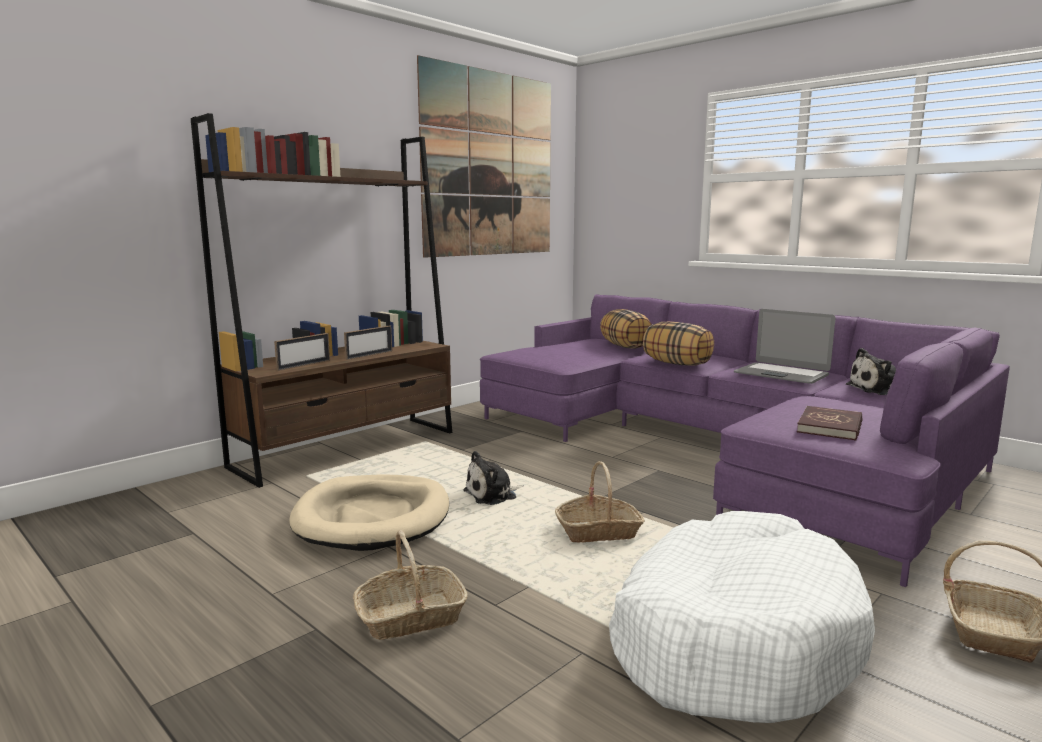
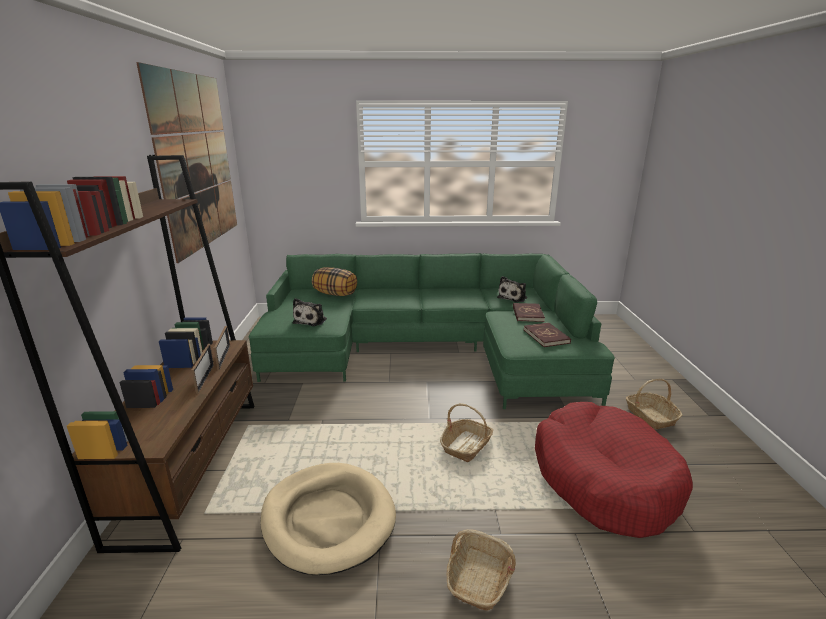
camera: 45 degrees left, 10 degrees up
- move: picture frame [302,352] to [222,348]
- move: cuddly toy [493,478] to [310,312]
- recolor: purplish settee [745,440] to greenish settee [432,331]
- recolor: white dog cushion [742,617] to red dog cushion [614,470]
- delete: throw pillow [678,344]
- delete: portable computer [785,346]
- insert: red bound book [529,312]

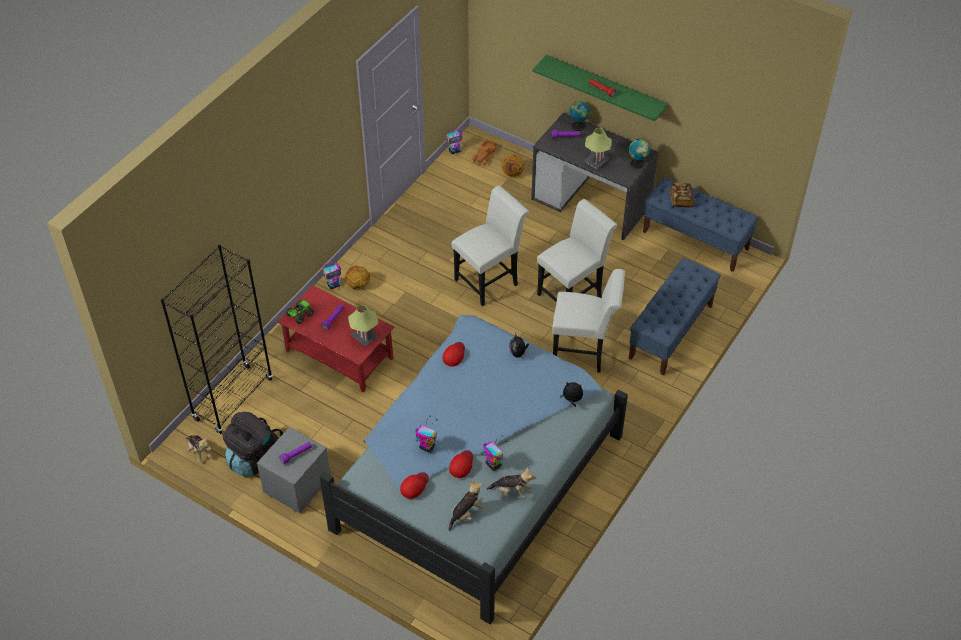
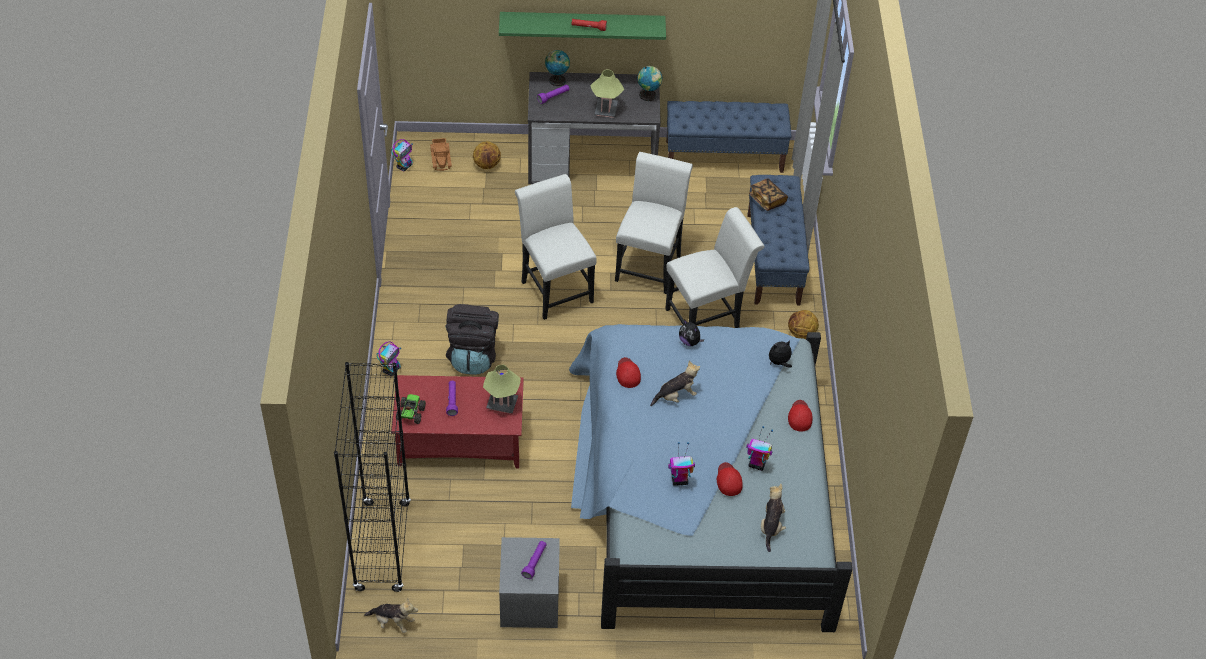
camera: 35 degrees left, 0 degrees up
- move: blackish knapsack [253,444] to [472,339]
- move: basketball ball [357,277] to [803,324]
- move: red cap [414,485] to [800,415]
- rotate: white chair [490,246] = [556,247] 45 degrees counterclockwise
- move: cuddly toy [511,482] to [675,383]
- move: bound book [682,195] to [768,194]

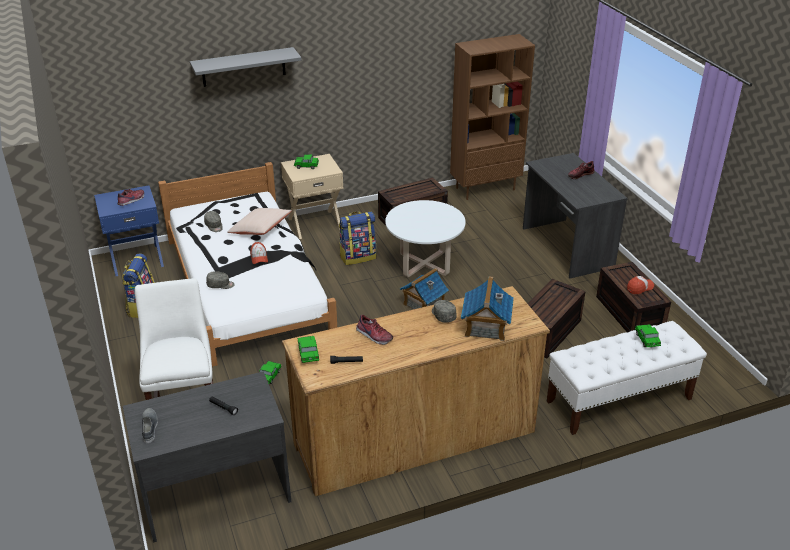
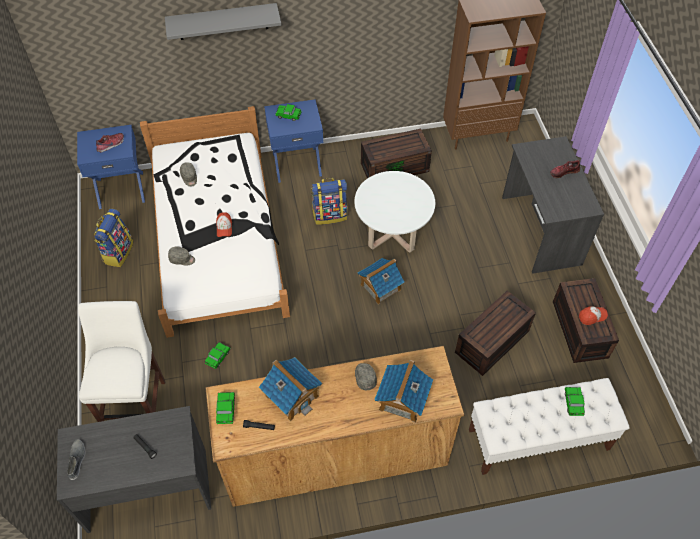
camera: 10 degrees right, 20 degrees up
- delete: sand-coloured throw pillow [259,221]
- recolor: sand-coloured night table [312,196] to blue-coloured night table [294,141]
- replace: item of footwear [374,330] to model house [290,389]

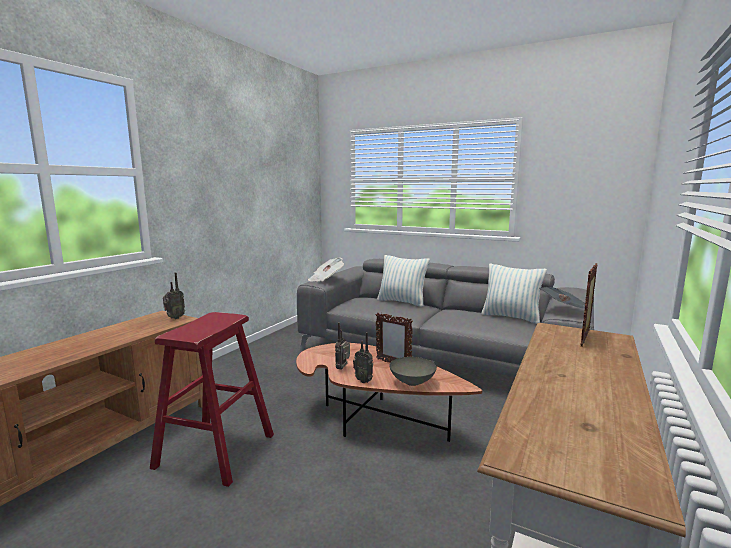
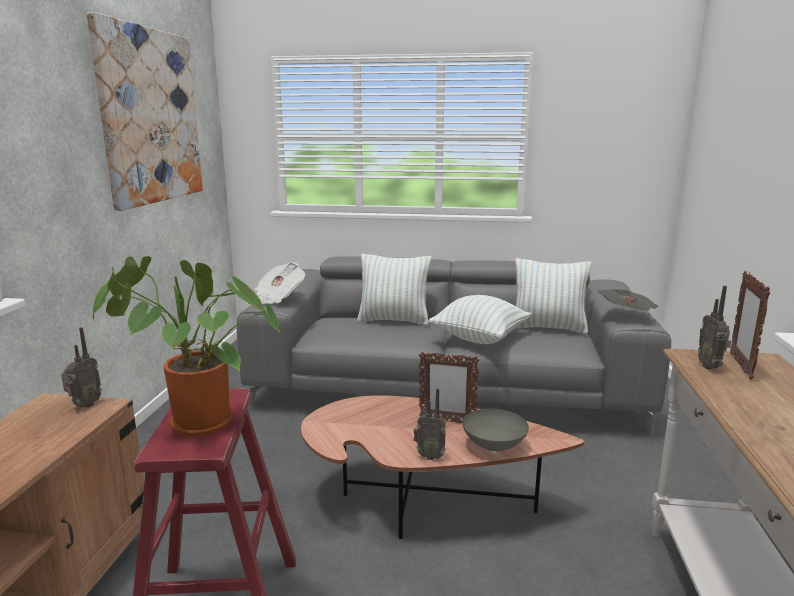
camera: 20 degrees left, 5 degrees up
- move: radio receiver [342,346] to [714,327]
- insert: picture [145,111]
- insert: potted plant [186,346]
- insert: throw pillow [479,319]

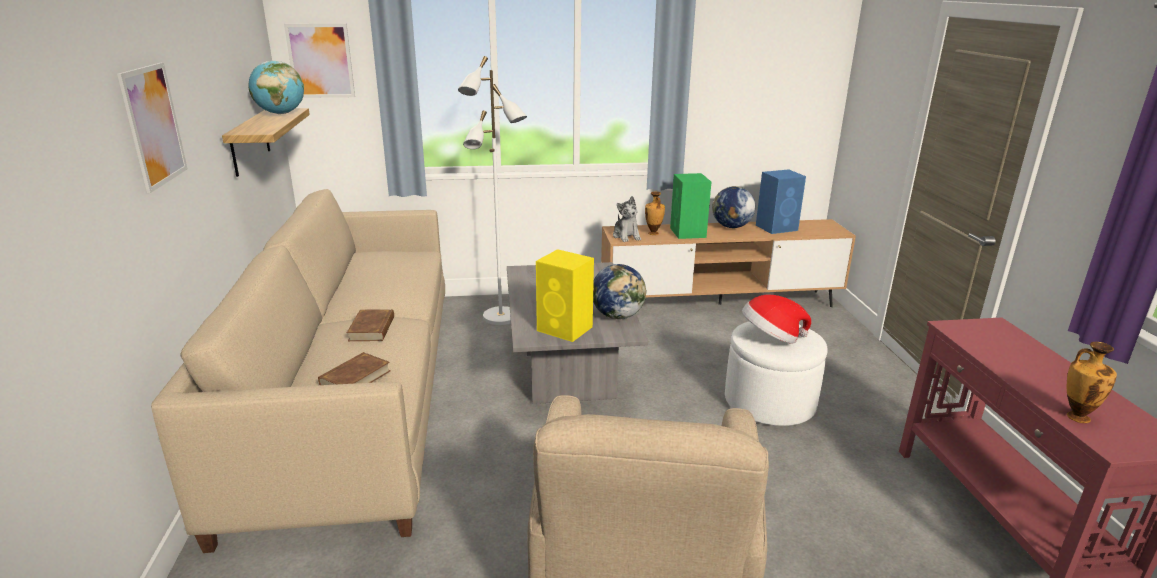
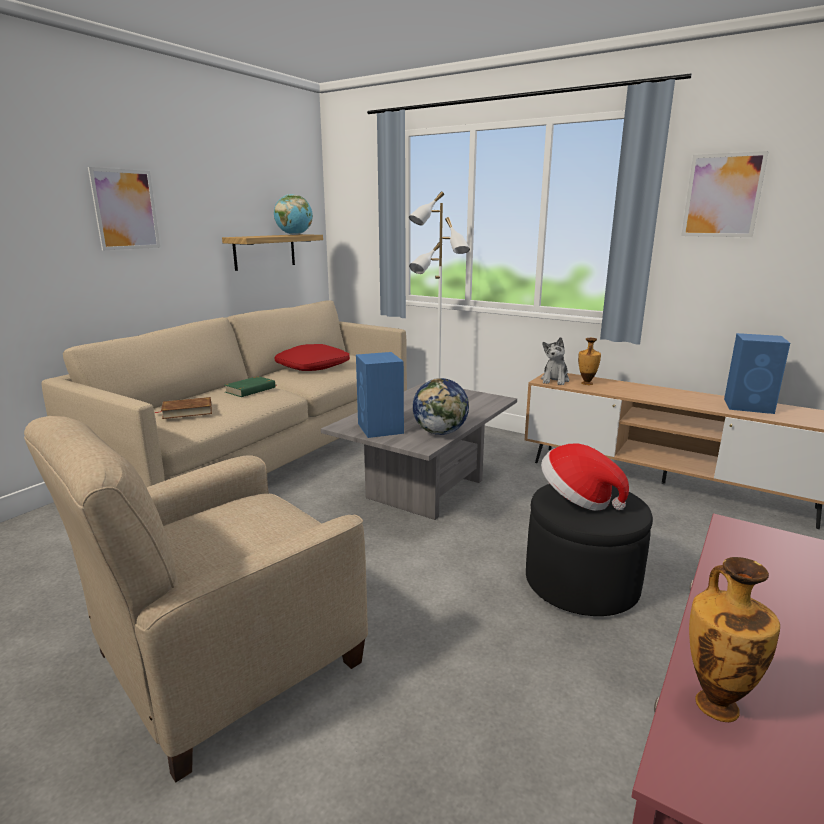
camera: 40 degrees right, 5 degrees down
- move: picture [319,61] to [725,194]
- recolor: brown bound book [370,325] to greenish bound book [250,386]
- recolor: yellowish loudspeaker [565,295] to blue-coloured loudspeaker [380,395]
- delete: greenish loudspeaker [690,206]
- delete: globe [733,207]
- recolor: white pouffe [776,373] to blackish pouffe [589,550]
- insert: red throw pillow [312,357]

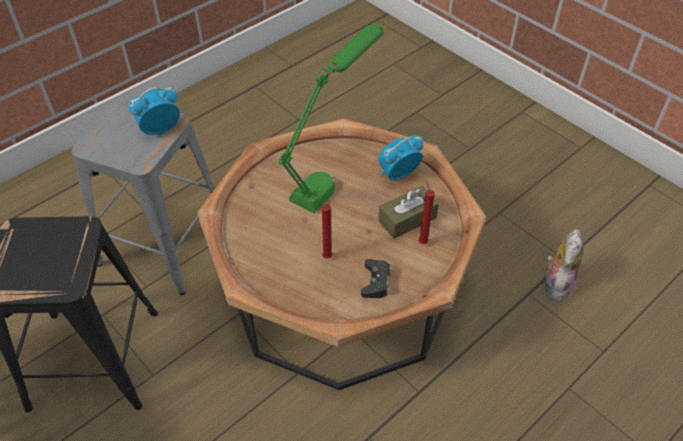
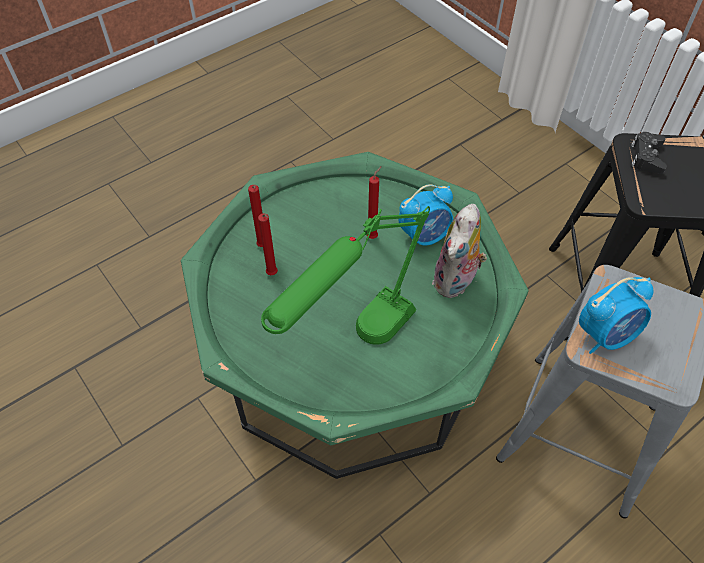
camera: 175 degrees left, 5 degrees up
- recolor: brown coffee table [342,254] to greenish coffee table [355,315]
- move: blackish game controller [376,278] to [649,153]
- move: table clock [400,157] to [425,215]
- replace: brown box of tissues [408,212] to red wax light [268,244]
- move: cuddly toy [564,265] to [459,251]

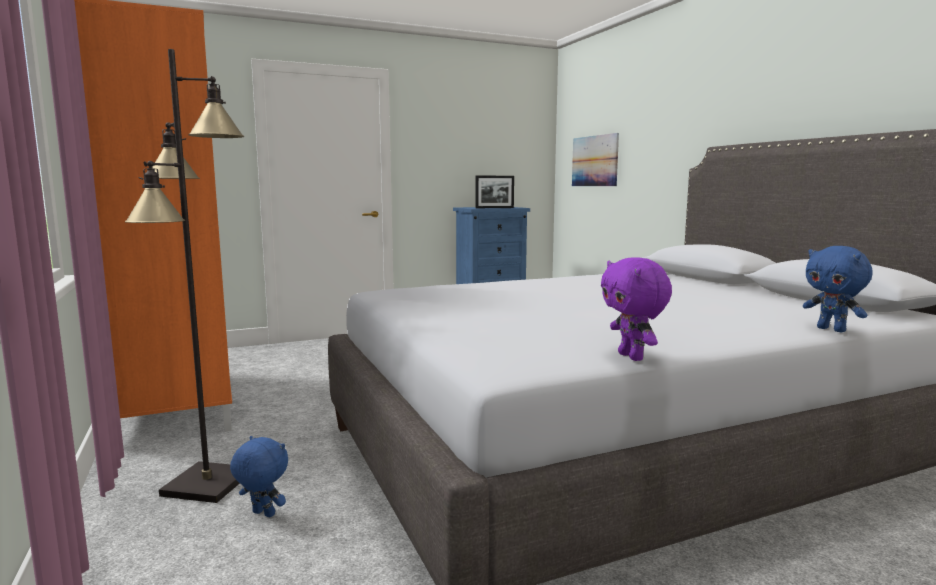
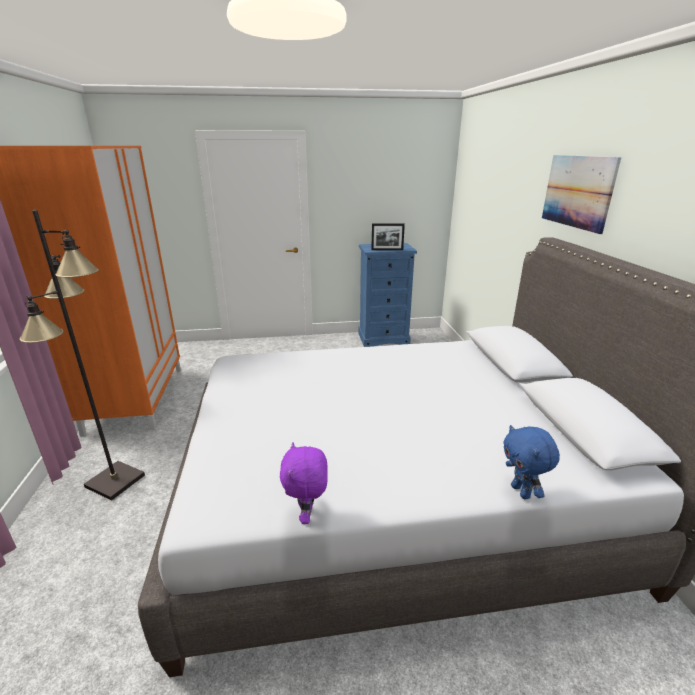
camera: 15 degrees right, 15 degrees up
- delete: blue-coloured cuddly toy [259,476]
- move: picture [595,159] to [581,194]

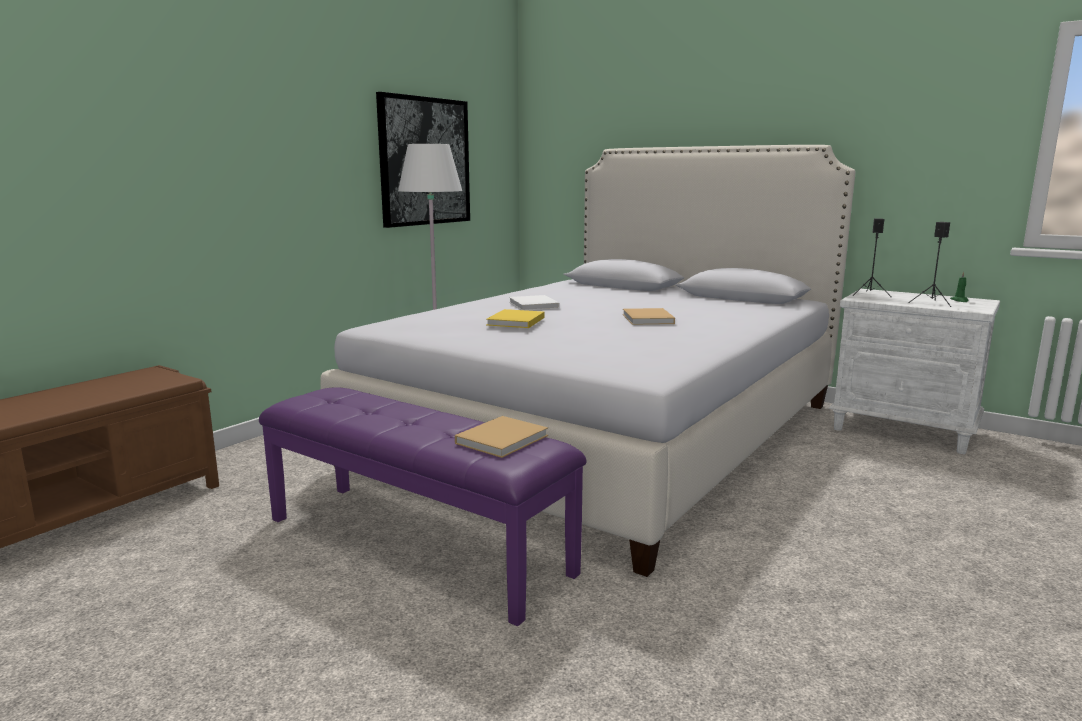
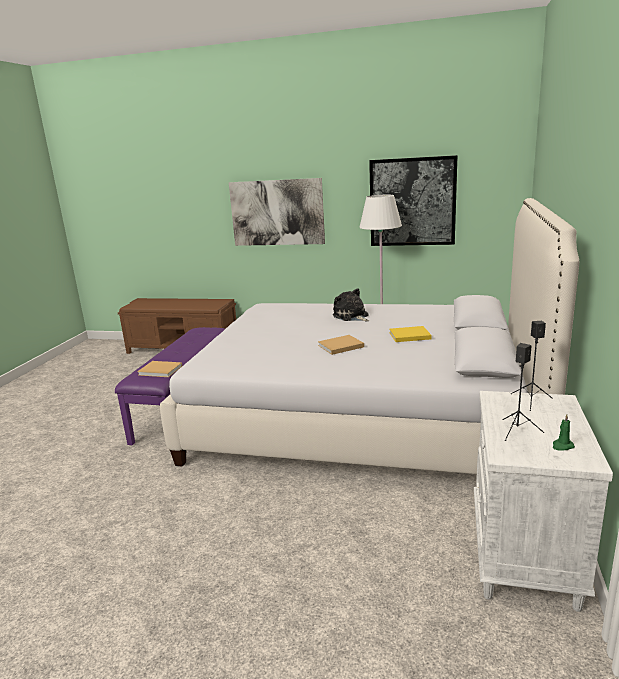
camera: 70 degrees right, 5 degrees up
- move: yellowish bound book [515,318] to [410,334]
- replace: white bound book [534,302] to cuddly toy [351,305]
- insert: picture [277,212]

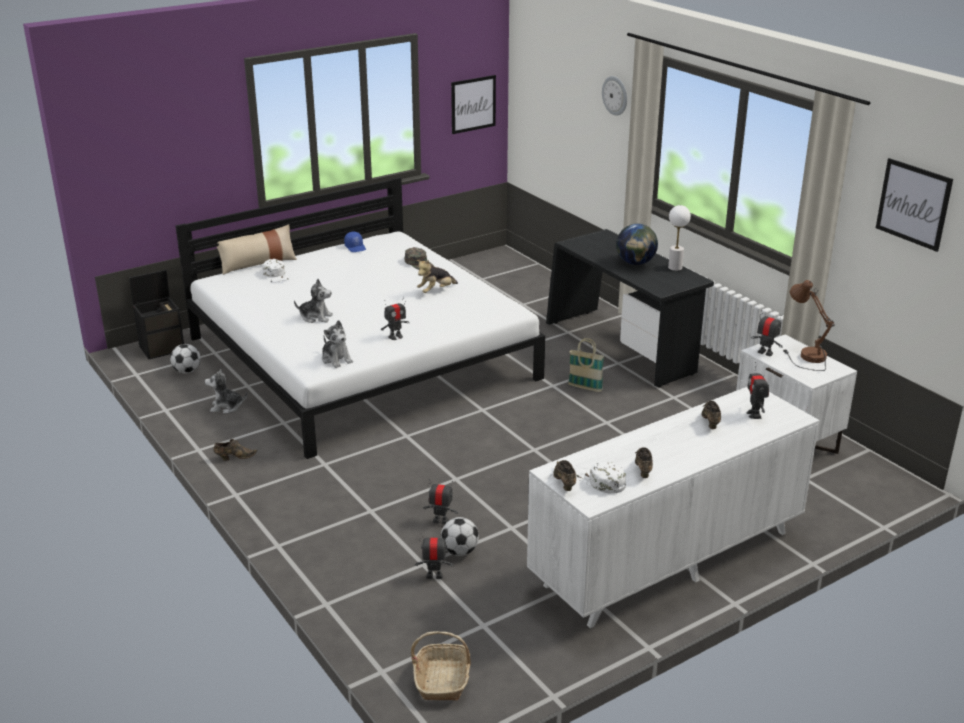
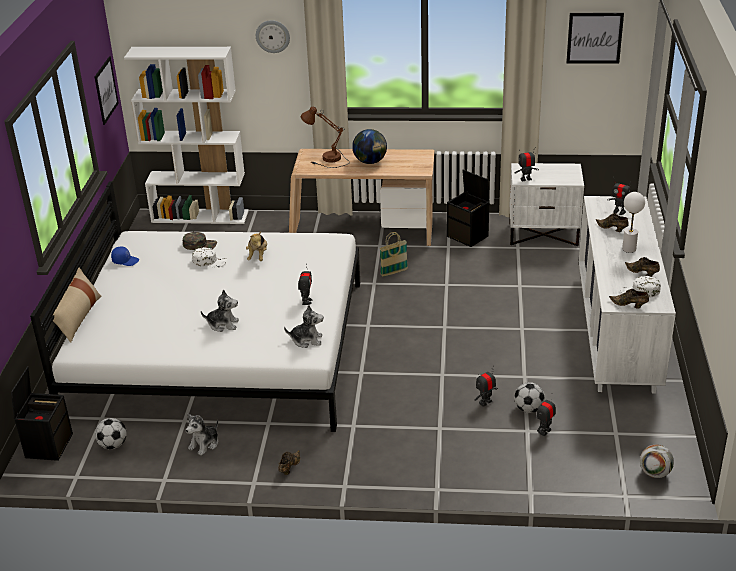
camera: 50 degrees left, 5 degrees up
- move: white cap [276,271] to [209,257]
- rotate: cuddly toy [313,301] = [220,311] 45 degrees clockwise
- replace: basket [441,666] to football ball [657,461]
- recolor: blackish desk unit [630,308] to sand-coloured desk unit [362,197]
- move: white tabletop lamp [679,238] to [633,222]
- move: brown tabletop lamp [809,325] to [325,137]
- insert: white bookshelf [186,135]
- insert: blackish storage box [468,208]

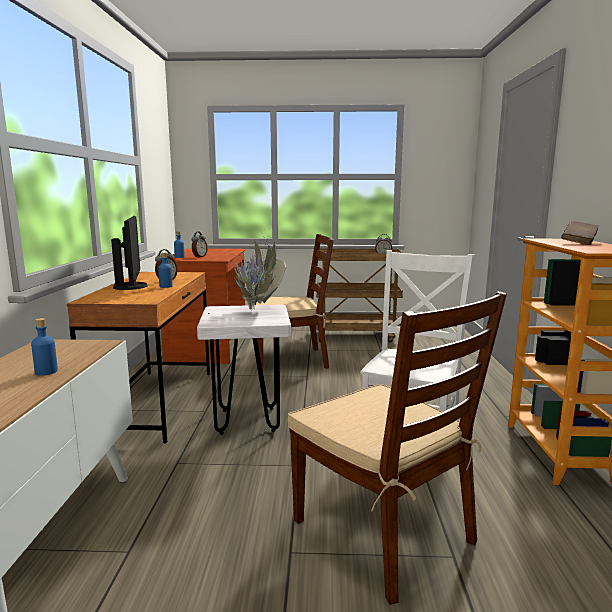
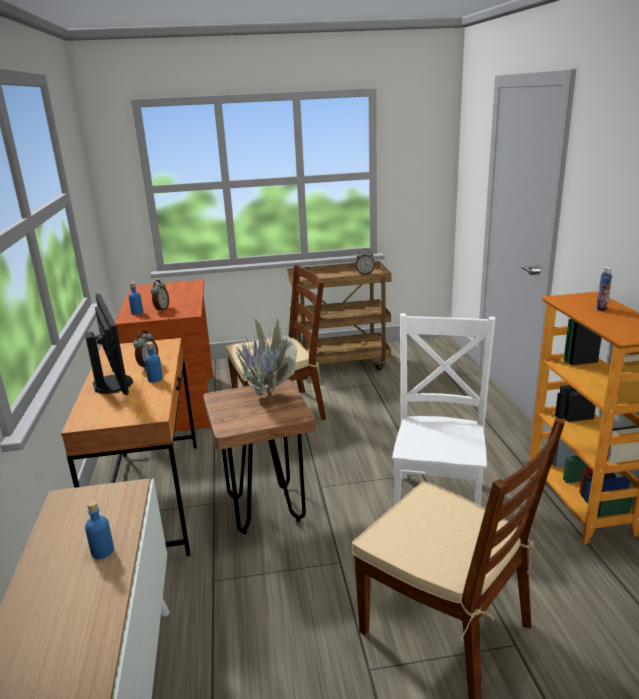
camera: 10 degrees left, 10 degrees up
- recolor: white stool [244,370] to brown stool [259,456]
- replace: brown bound book [580,233] to drink bottle [604,289]

